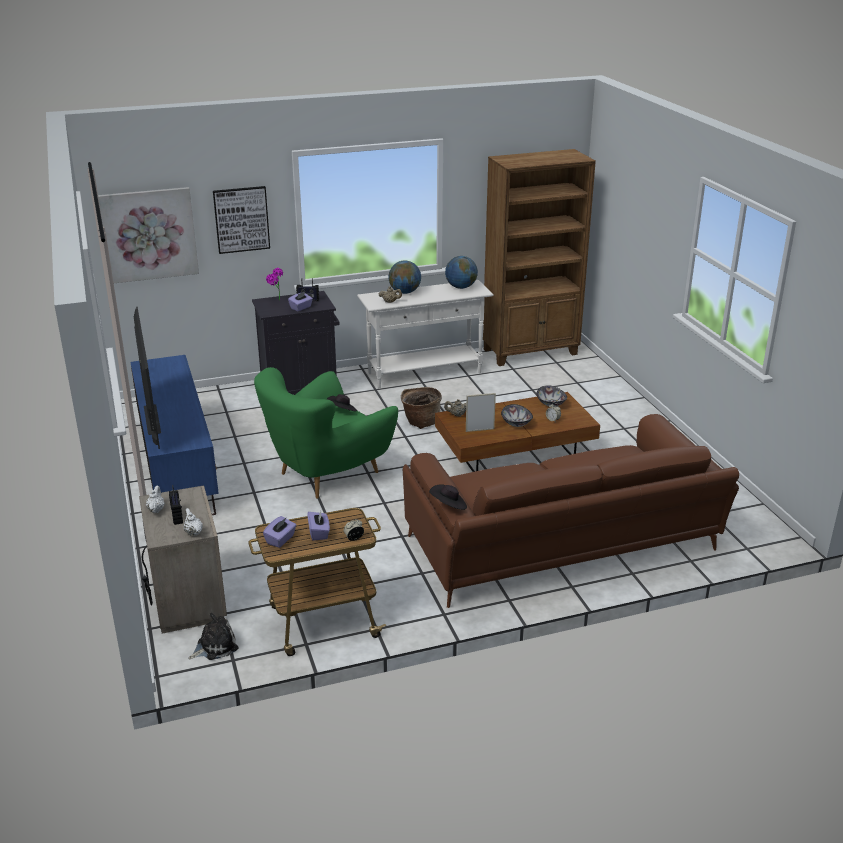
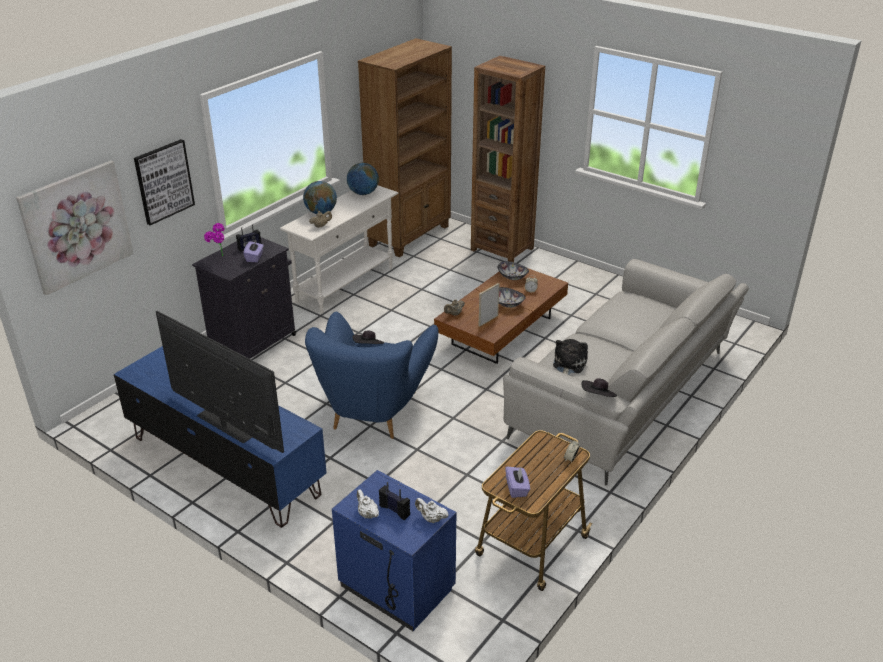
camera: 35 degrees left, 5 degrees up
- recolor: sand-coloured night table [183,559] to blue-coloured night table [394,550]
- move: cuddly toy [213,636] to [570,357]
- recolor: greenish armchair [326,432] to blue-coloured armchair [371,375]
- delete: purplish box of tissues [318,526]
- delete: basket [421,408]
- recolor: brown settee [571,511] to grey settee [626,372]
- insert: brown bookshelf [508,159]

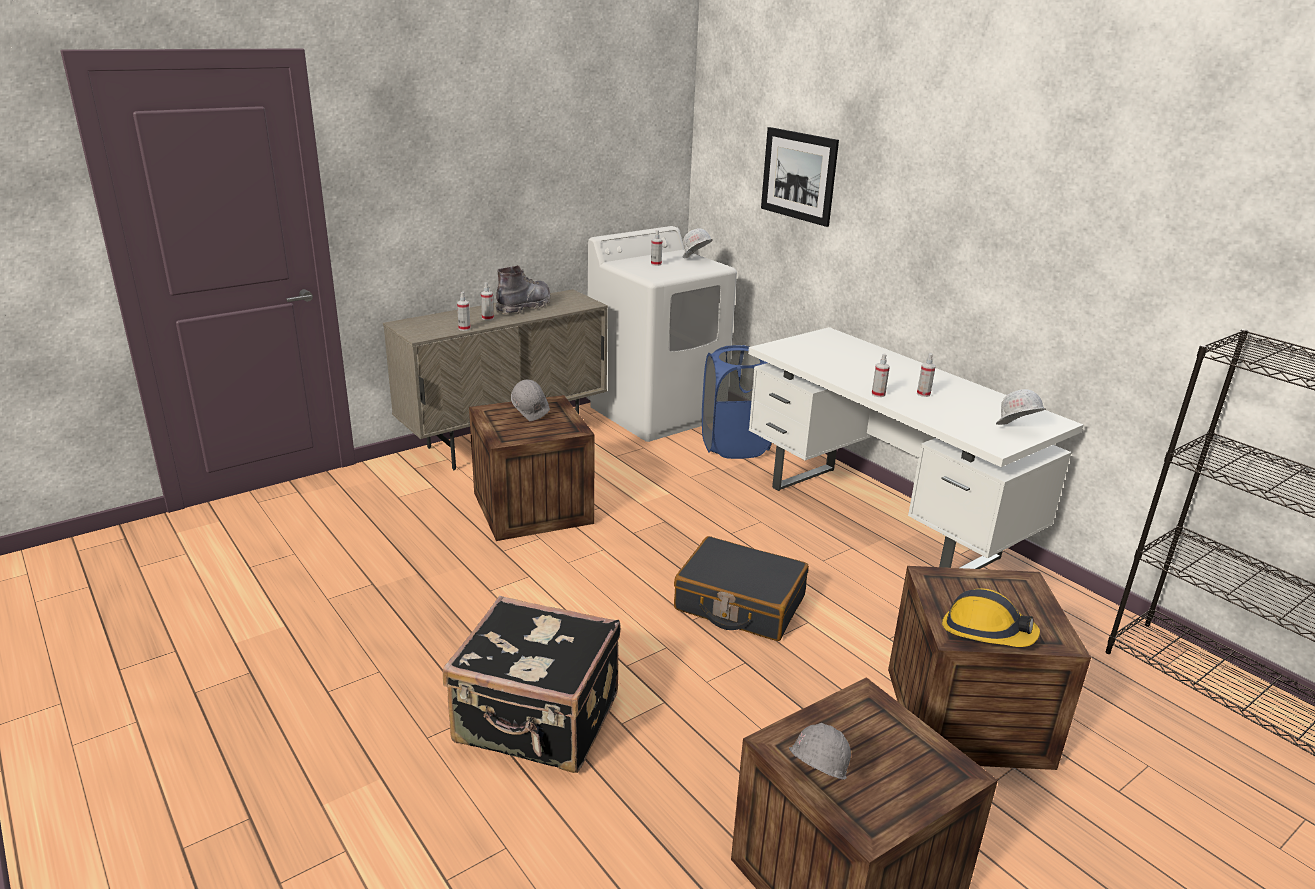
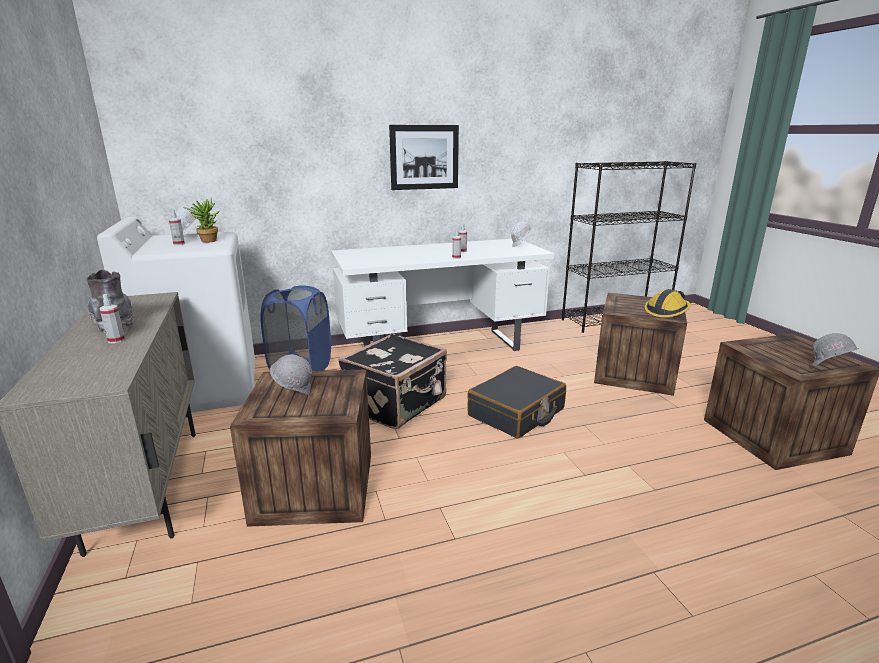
camera: 70 degrees left, 5 degrees down
- move: blackish piece of luggage [532,684] to [392,381]
- delete: spray bottle [464,311]
- move: picture [800,177] to [424,157]
- insert: potted plant [201,221]

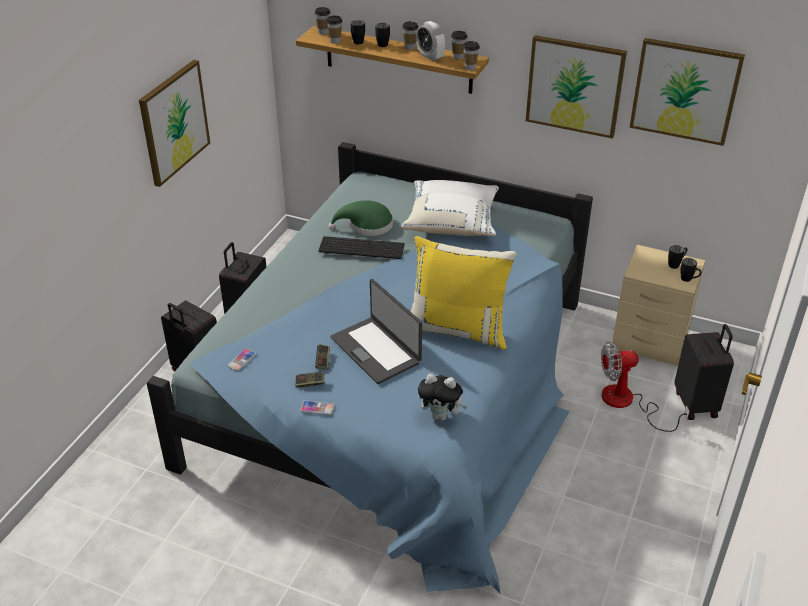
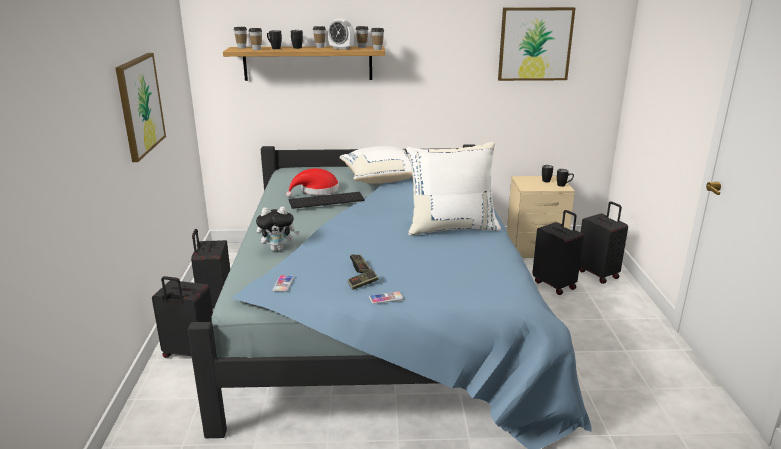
camera: 25 degrees left, 15 degrees down
- recolor: greenish hat [360,218] to red hat [312,182]
- delete: portable computer [376,331]
- recolor: yellowish throw pillow [464,293] to white throw pillow [453,189]
- move: cuddly toy [443,397] to [278,228]
- delete: picture [576,87]
- replace: cooling fan [645,386] to blackish piece of luggage [558,252]

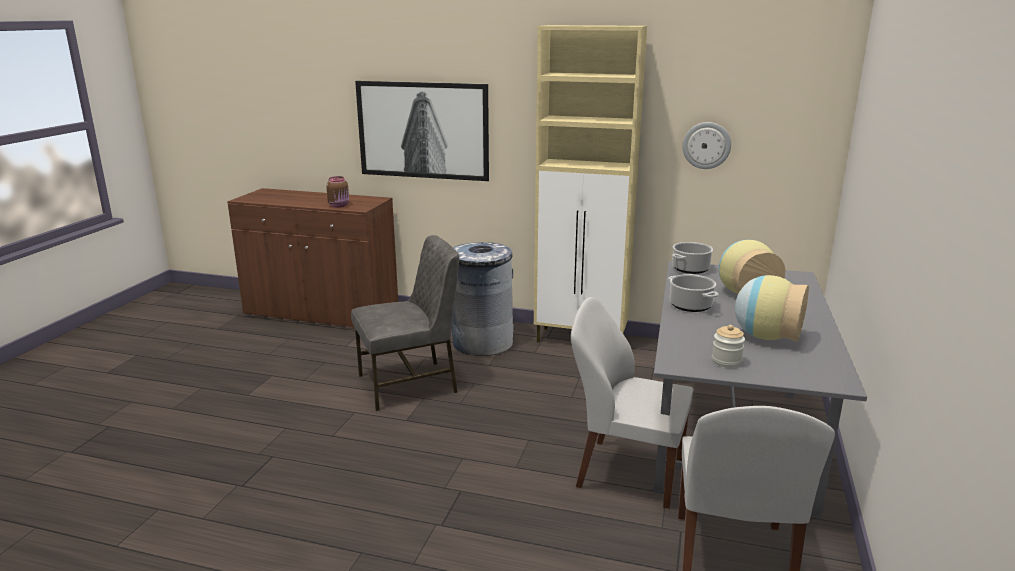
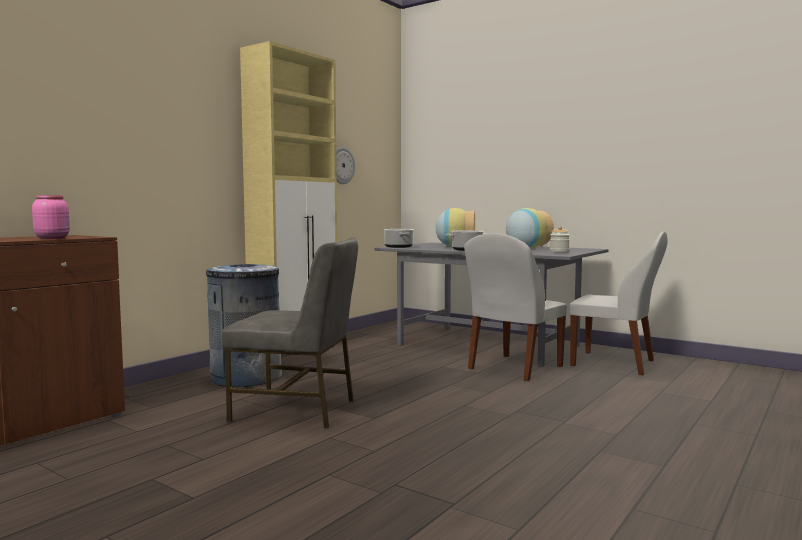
camera: 70 degrees left, 15 degrees down
- recolor: brown preserve jar [337,192] to pinkish preserve jar [51,217]
- rotate: grey chair [405,323] = [289,333] 105 degrees clockwise
- delete: picture [422,131]

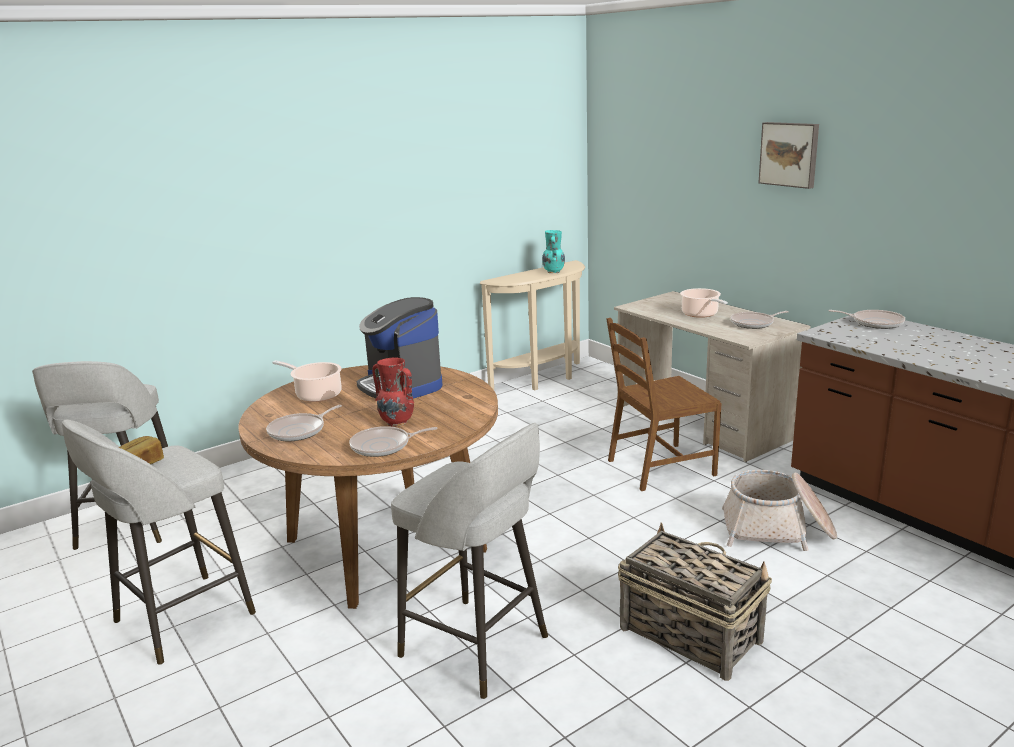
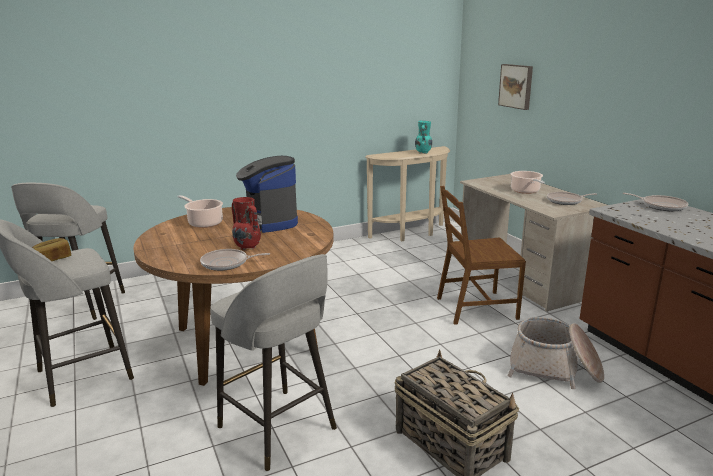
camera: 10 degrees right, 0 degrees up
- delete: frying pan [304,423]
- move: picture [789,155] to [515,87]

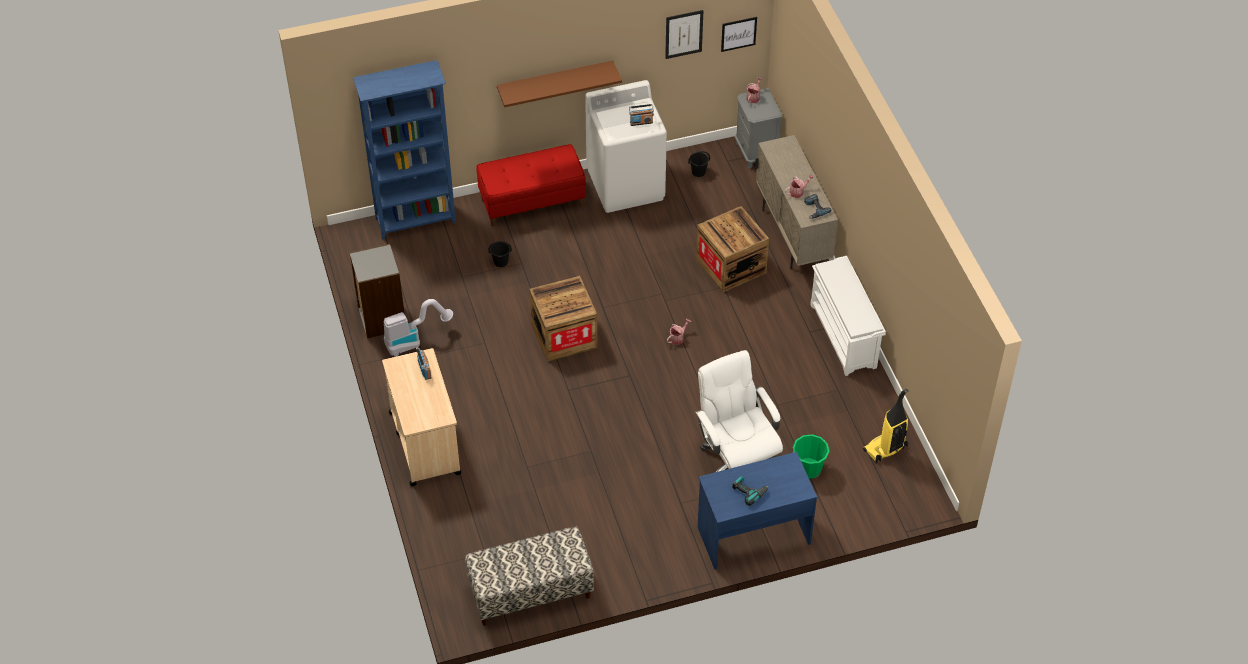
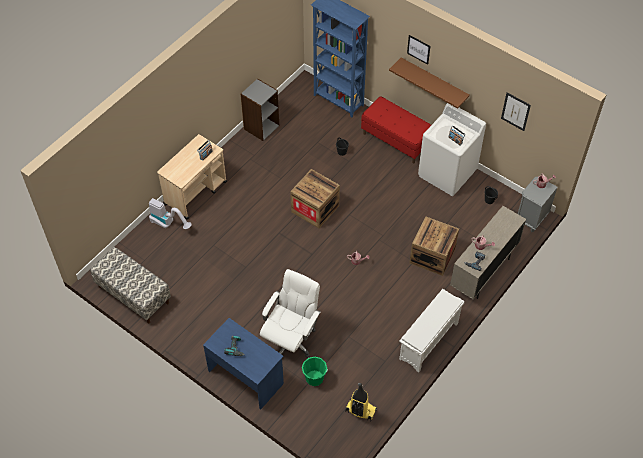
camera: 55 degrees right, 5 degrees up
- move: hoover [418,328] to [170,213]
- move: picture [739,34] to [418,50]

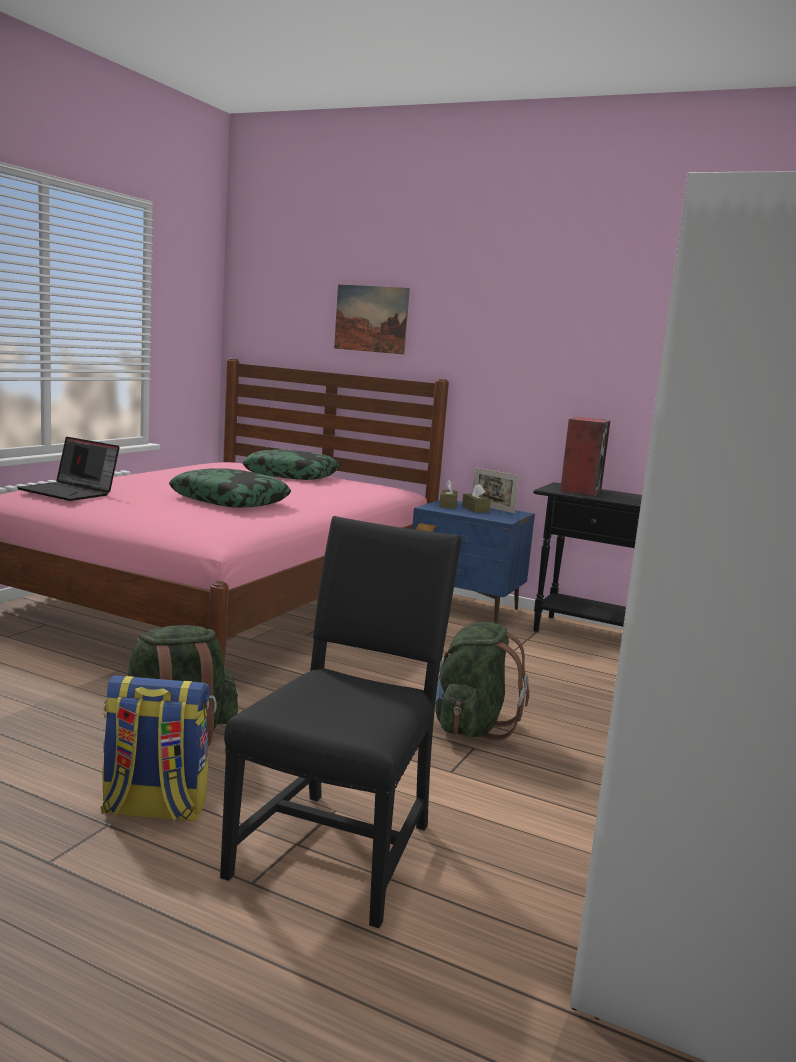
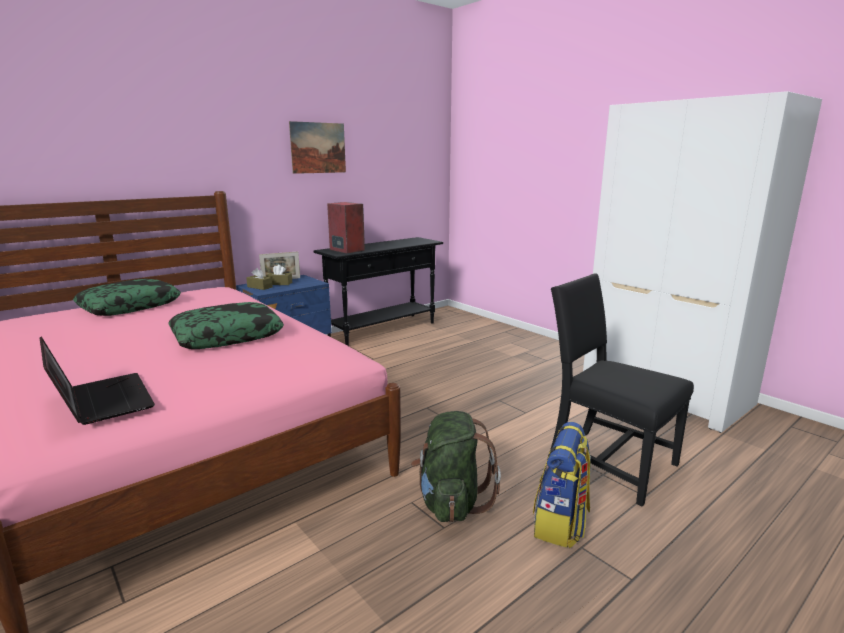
camera: 65 degrees left, 5 degrees up
- rotate: portable computer [68,469] = [97,381] 90 degrees counterclockwise
- move: picture [372,319] to [317,147]
- delete: greenish knapsack [482,681]

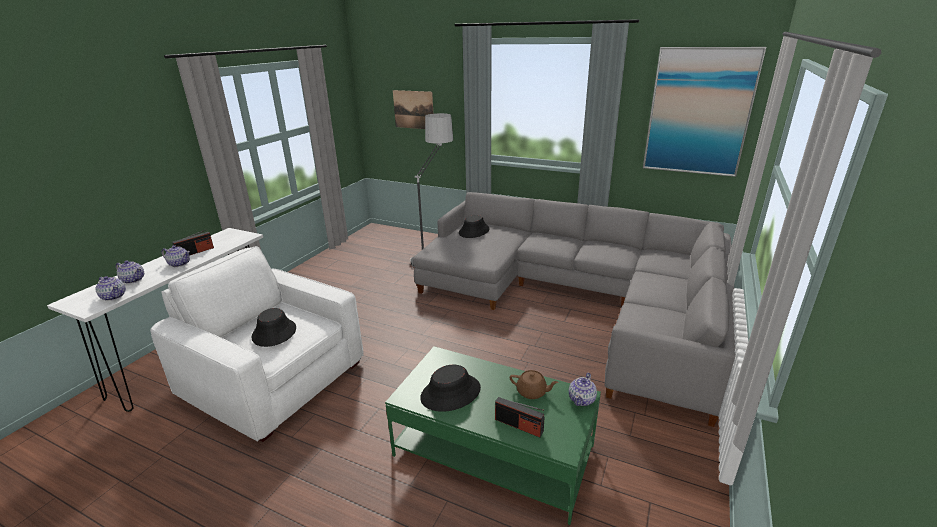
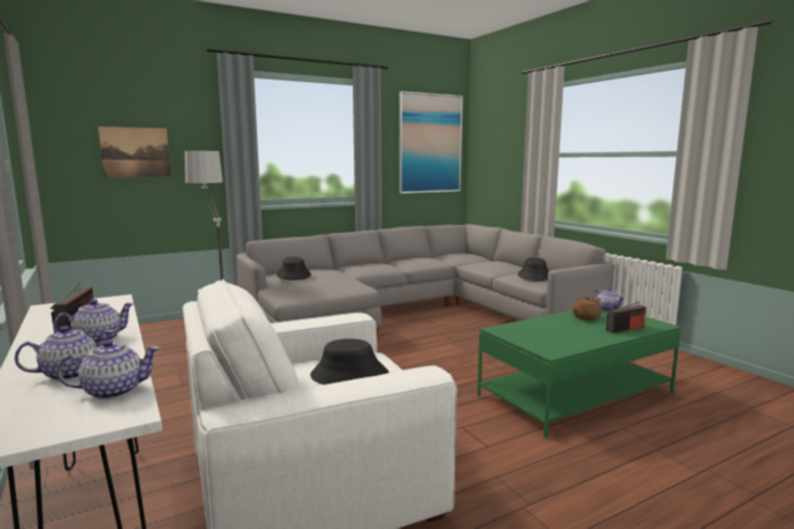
camera: 55 degrees left, 15 degrees down
- move: blackish hat [450,388] to [533,269]

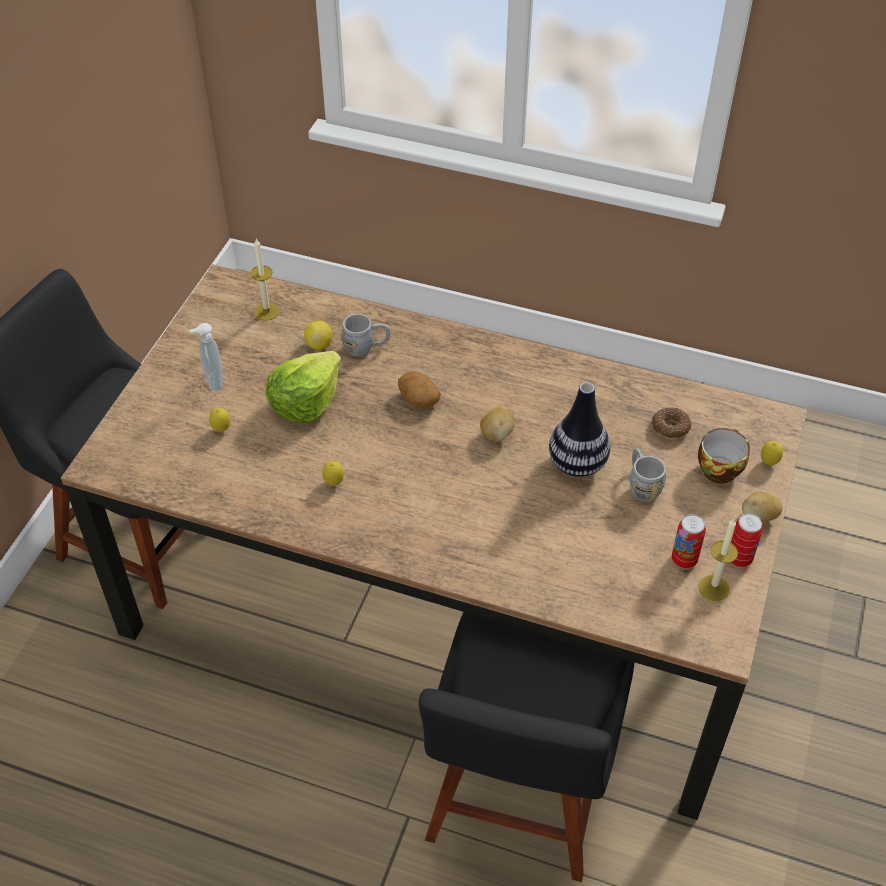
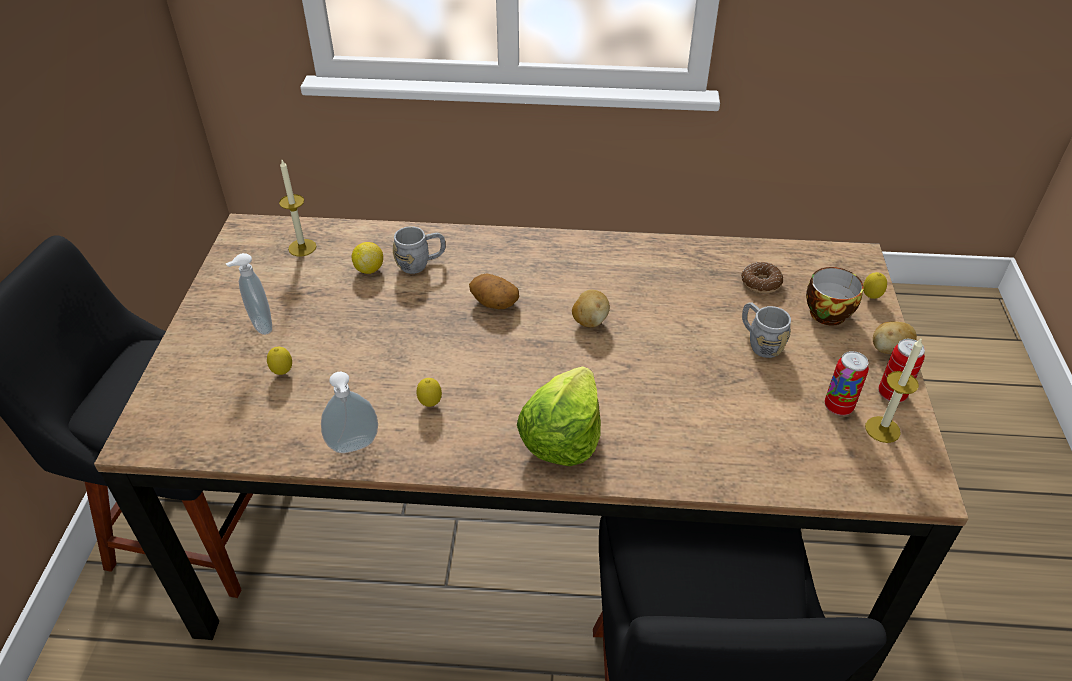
camera: 15 degrees left, 5 degrees down
- move: lettuce [303,387] to [559,416]
- delete: flower vase [579,429]
- insert: liquid soap bottle [349,412]

